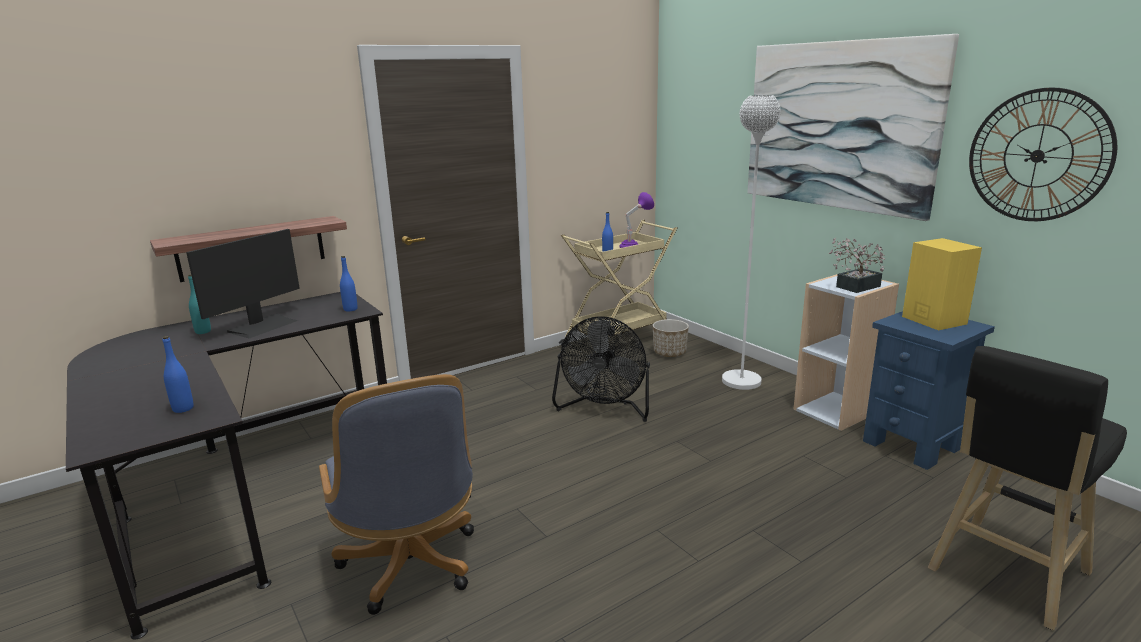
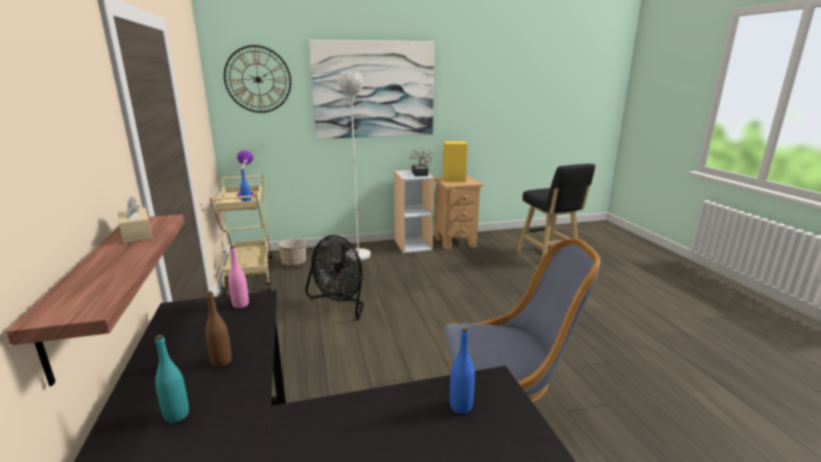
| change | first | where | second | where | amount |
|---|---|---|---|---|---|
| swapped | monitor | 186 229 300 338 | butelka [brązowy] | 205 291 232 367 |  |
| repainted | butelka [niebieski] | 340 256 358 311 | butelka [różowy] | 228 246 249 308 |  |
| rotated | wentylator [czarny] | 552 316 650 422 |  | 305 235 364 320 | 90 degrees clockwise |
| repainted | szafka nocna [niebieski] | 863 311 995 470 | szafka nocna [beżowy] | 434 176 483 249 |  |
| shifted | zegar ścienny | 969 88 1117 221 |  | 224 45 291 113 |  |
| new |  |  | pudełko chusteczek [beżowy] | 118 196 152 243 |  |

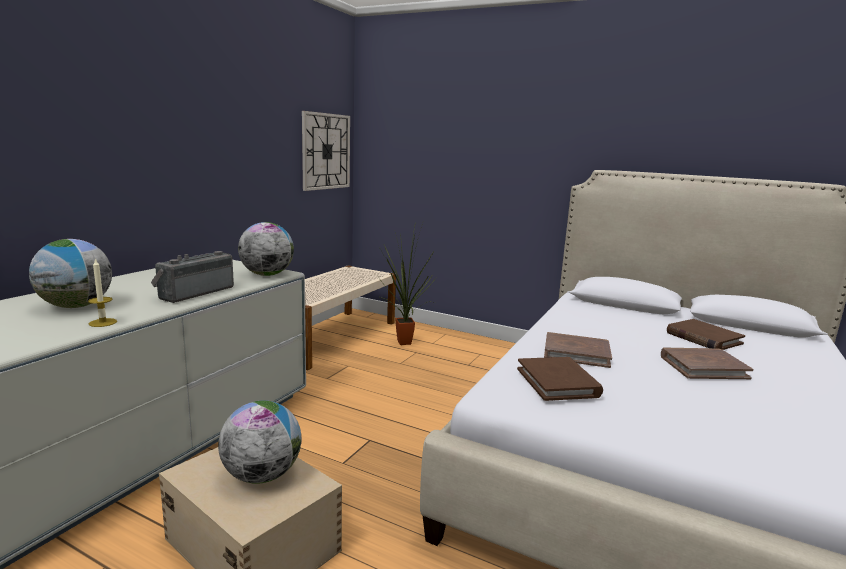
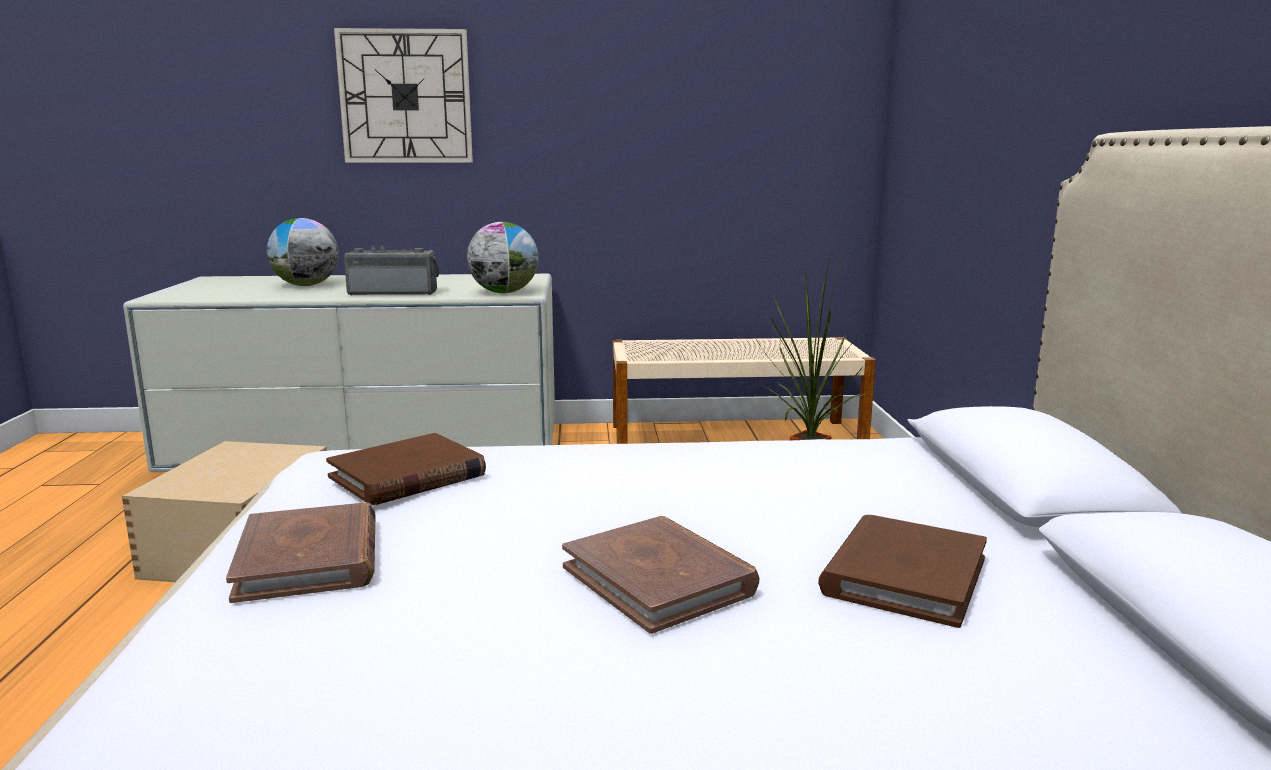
| change | first | where | second | where | amount |
|---|---|---|---|---|---|
| gone | świeca | 88 258 117 327 |  |  |  |
| gone | globus | 218 401 301 484 |  |  |  |
| shifted | zegar ścienny | 302 111 350 191 |  | 334 28 473 163 |  |
| shifted | książka [brązowy] | 544 332 612 368 |  | 226 502 375 603 |  |

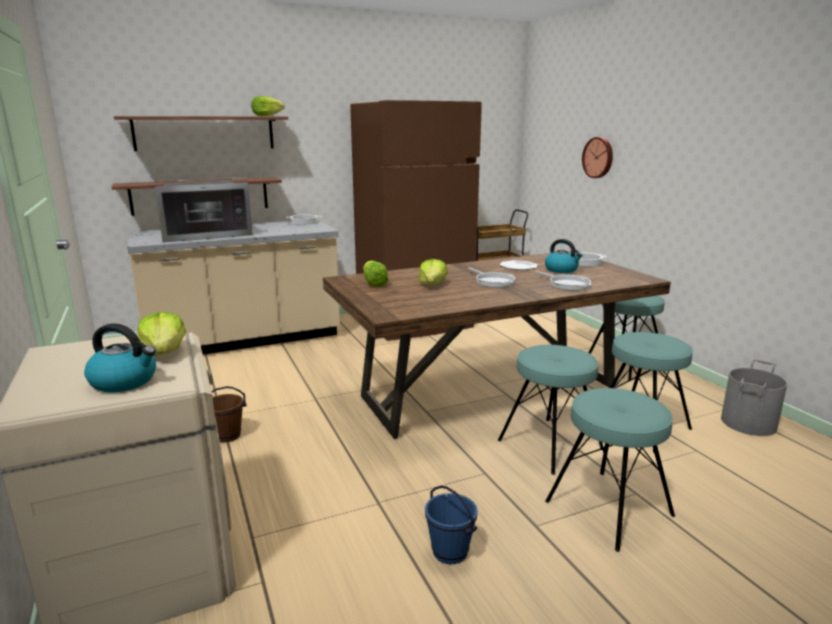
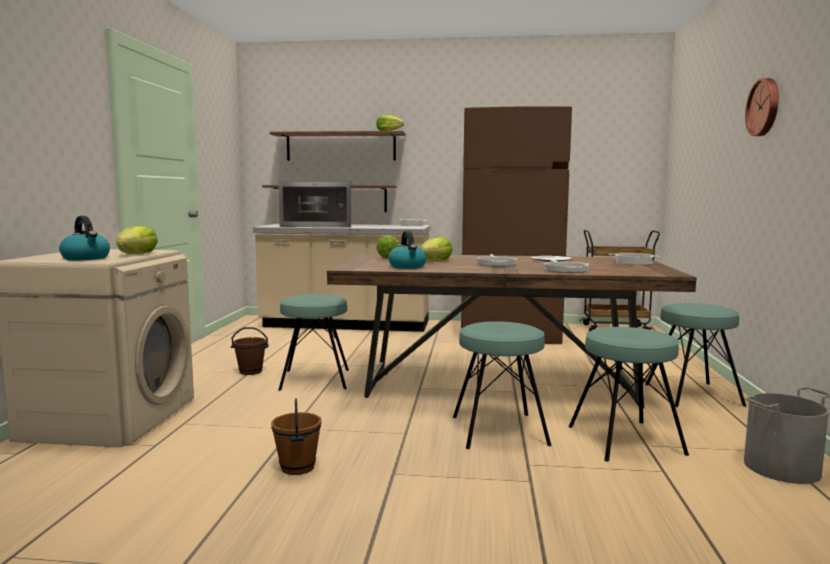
| change | first | where | second | where | amount |
|---|---|---|---|---|---|
| repainted | wiadro [niebieski] | 425 486 478 564 | wiadro [brązowy] | 271 398 321 475 |  |
| shifted | czajnik | 545 239 583 273 |  | 388 231 427 269 |  |
| shifted | stołek [turkusowy] | 545 388 675 552 |  | 278 294 349 391 |  |
| shifted | zegar ścienny | 582 137 613 178 |  | 745 78 779 136 |  |

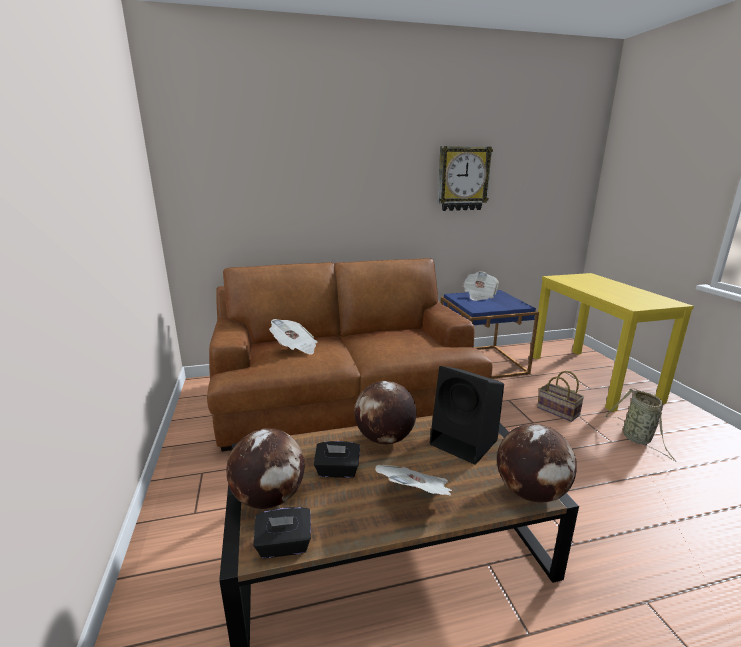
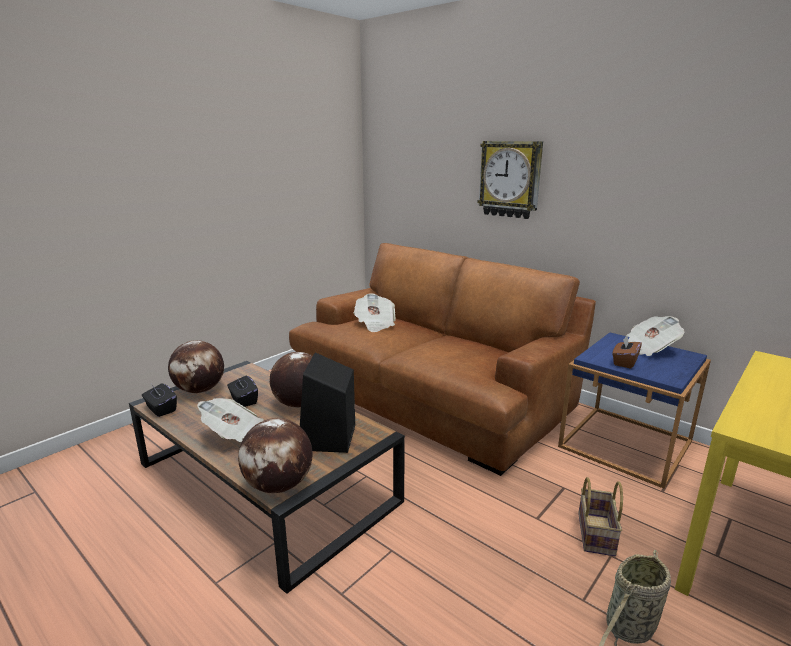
| change | first | where | second | where | amount |
|---|---|---|---|---|---|
| shifted | zegar ścienny | 437 146 493 211 |  | 477 141 543 219 |  |
| new |  |  | pudełko chusteczek [brązowy] | 612 336 642 369 |  |

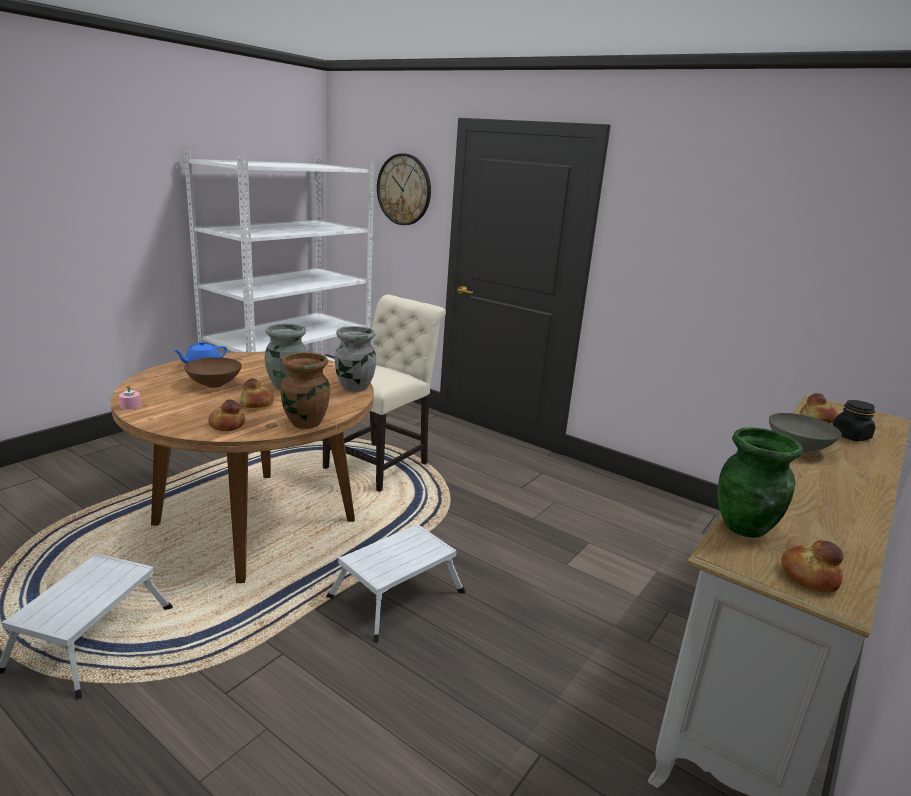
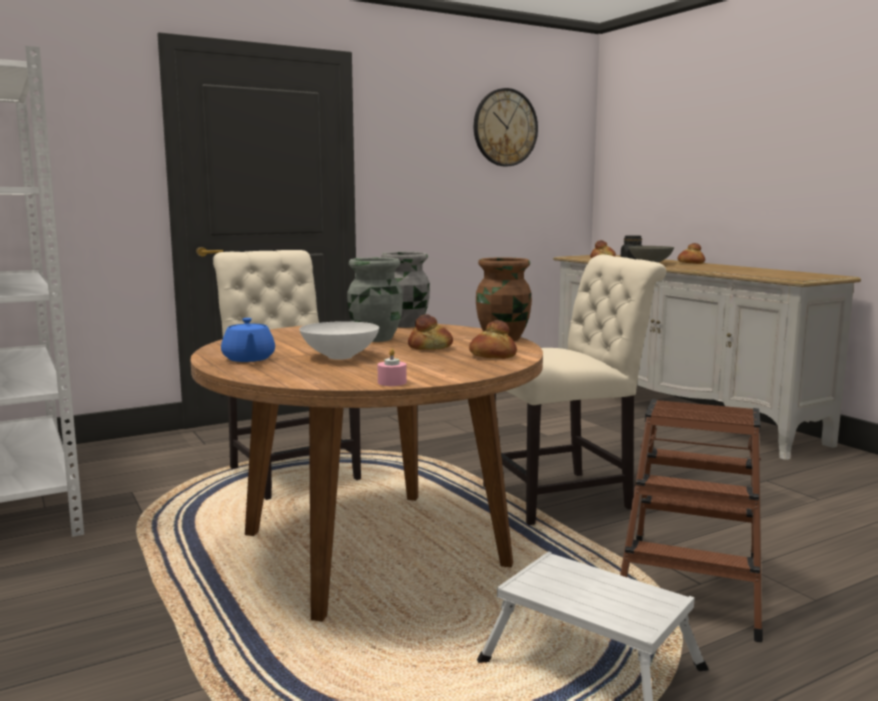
| change | first | where | second | where | amount |
|---|---|---|---|---|---|
| repainted | miska [brązowy] | 184 357 242 388 | miska [biały] | 299 321 379 360 |  |
| swapped | drabinka [biały] | 326 524 465 643 | krzesło [beżowy] | 483 255 666 525 |  |
| shifted | zegar ścienny | 377 153 431 225 |  | 474 88 538 167 |  |
| gone | wazon [zielony] | 718 427 803 538 |  |  |  |
| shifted | chleb | 781 540 844 593 |  | 677 243 705 264 |  |
| new |  |  | drabinka [brązowy] | 620 399 763 642 |  |

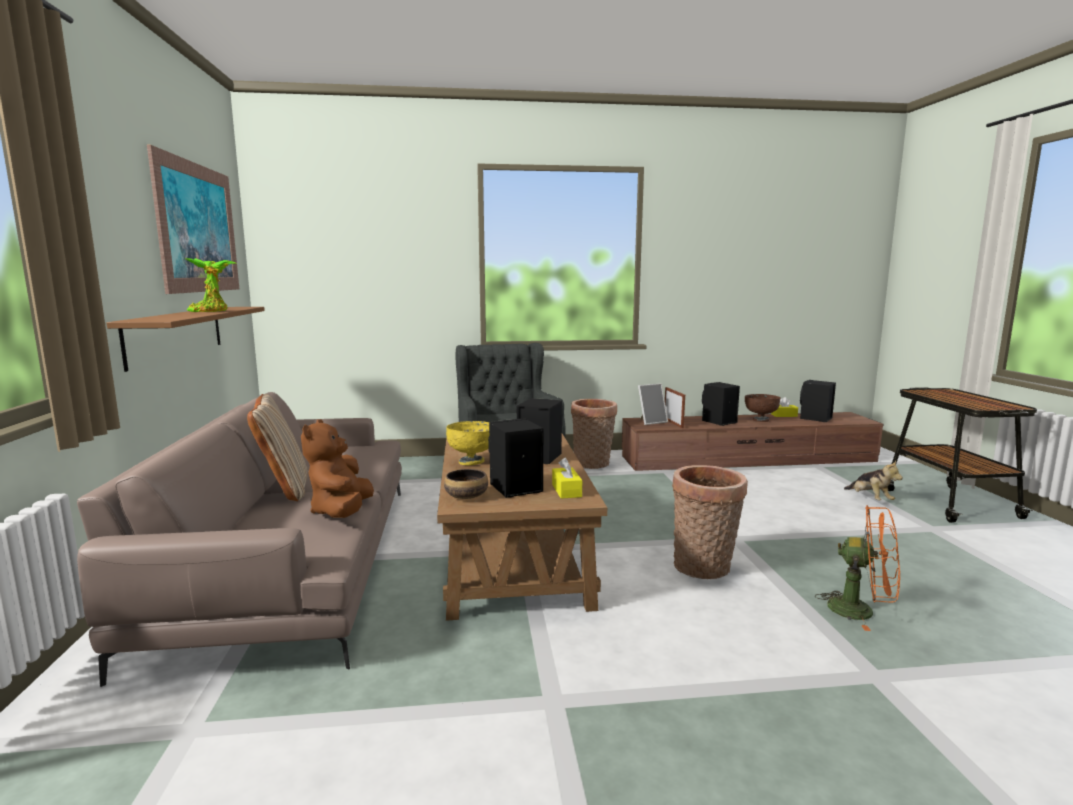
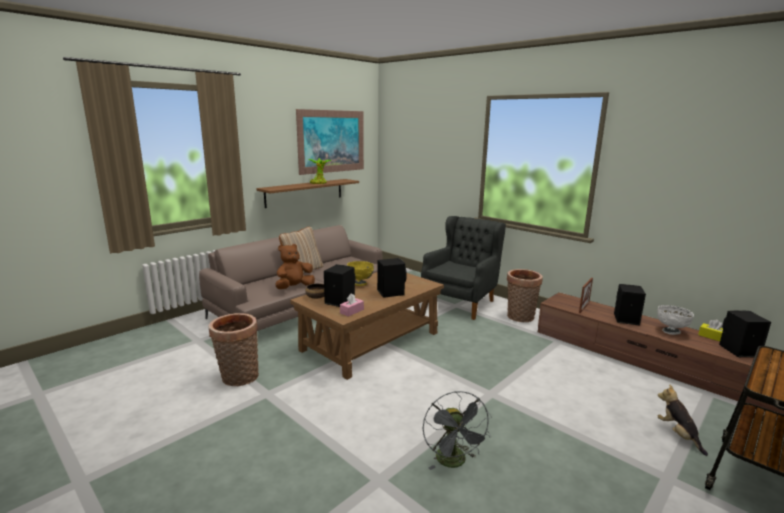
| change | first | where | second | where | amount |
|---|---|---|---|---|---|
| repainted | pudełko chusteczek [żółty] | 552 458 582 499 | pudełko chusteczek [różowy] | 340 293 364 317 |  |
| gone | ramka na zdjęcie | 638 383 668 425 |  |  |  |
| shifted | koszyk | 672 465 748 579 |  | 209 313 259 386 |  |
| repainted | miska [brązowy] | 745 394 781 422 | miska [biały] | 657 305 694 335 |  |
| repainted | wentylator [pomarańczowy] | 815 505 900 631 | wentylator [szary] | 423 391 492 470 |  |
| rotated | pluszak | 844 460 903 501 |  | 658 384 708 456 | 135 degrees clockwise |

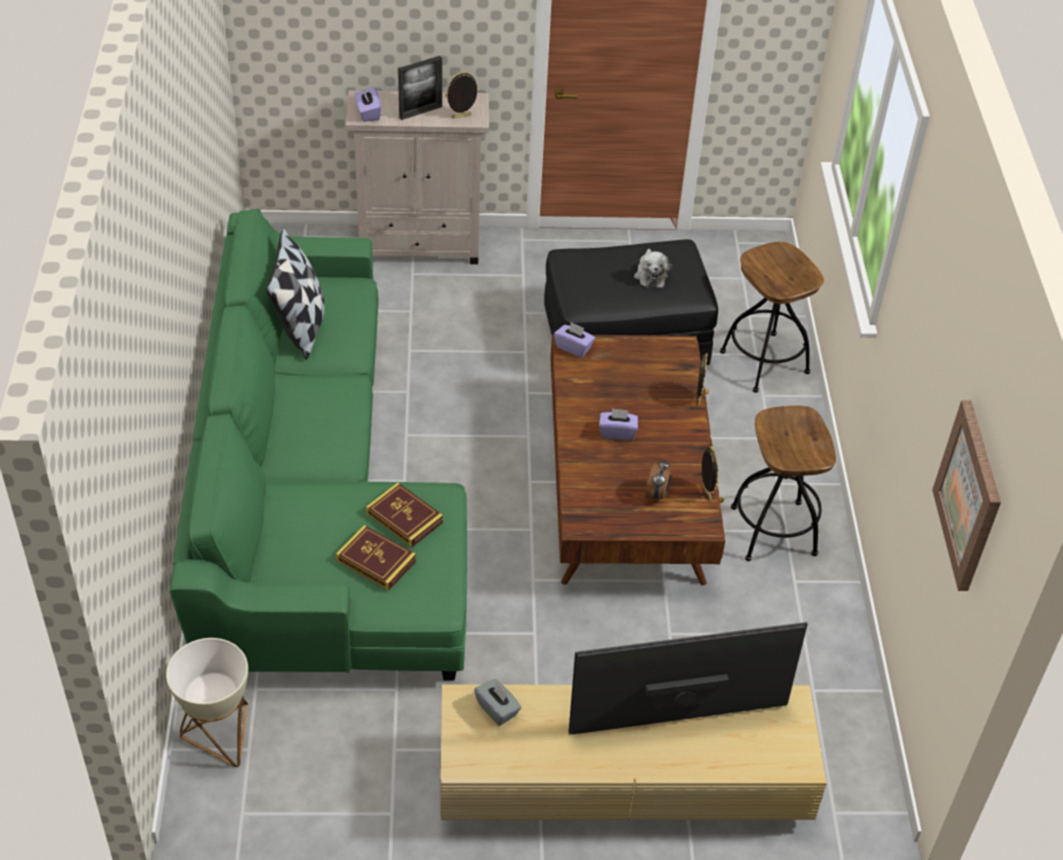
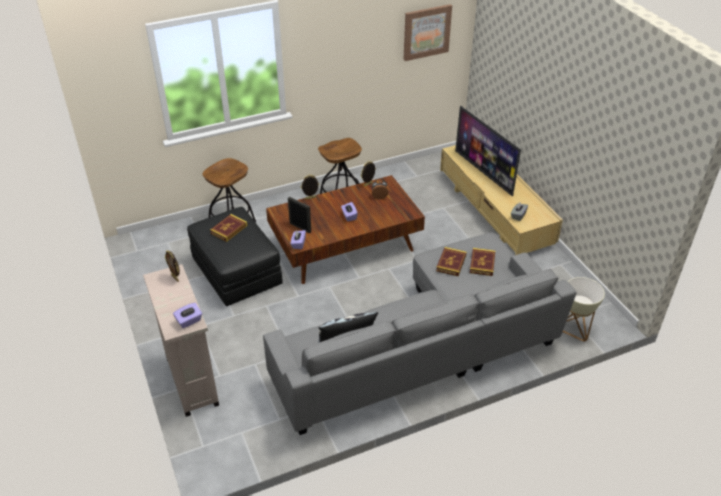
| change | first | where | second | where | amount |
|---|---|---|---|---|---|
| repainted | kanapa [zielony] | 170 209 467 681 | kanapa [szary] | 263 232 576 435 |  |
| shifted | ramka na zdjęcie | 398 56 442 120 |  | 288 197 311 233 |  |
| swapped | pluszak | 634 249 672 288 | książka | 210 214 248 242 |  |

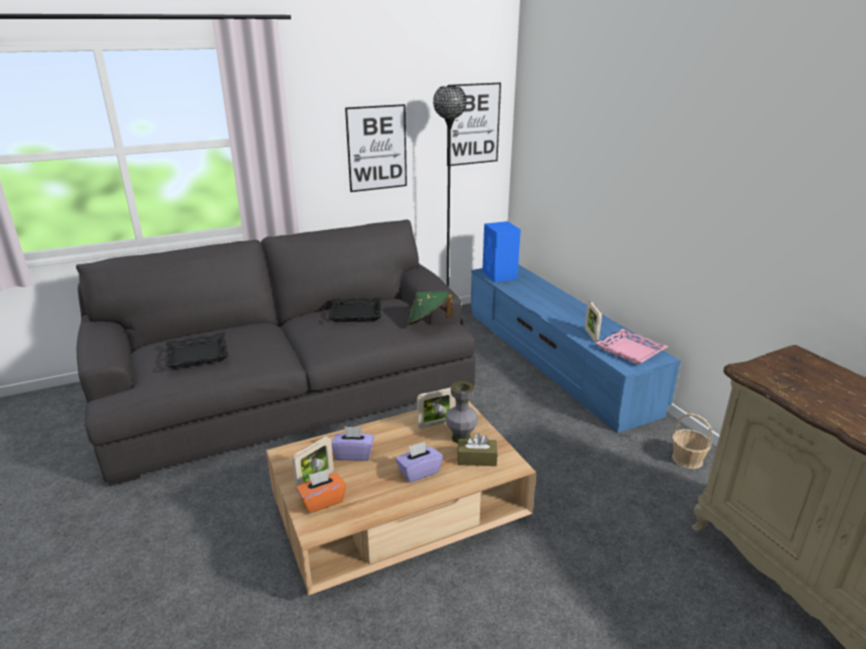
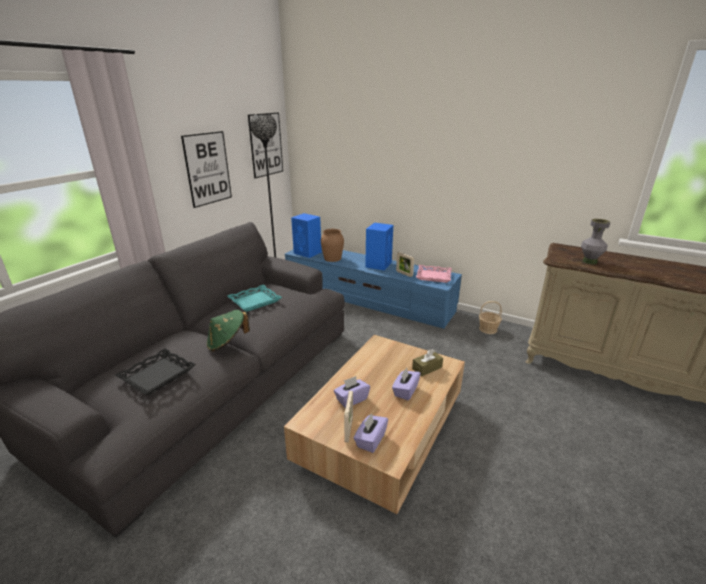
| change | first | where | second | where | amount |
|---|---|---|---|---|---|
| repainted | pudełko chusteczek [pomarańczowy] | 296 469 346 513 | pudełko chusteczek [fioletowy] | 354 413 388 453 |  |
| repainted | taca [czarny] | 329 297 381 322 | taca [turkusowy] | 227 285 282 312 |  |
| shifted | kapelusz [zielony] | 408 291 453 325 |  | 207 310 250 351 |  |
| gone | ramka na zdjęcie | 417 387 455 429 |  |  |  |
| shifted | wazon [szary] | 445 381 478 443 |  | 581 219 611 264 |  |
| new |  |  | wazon [brązowy] | 321 229 344 262 |  |
| new |  |  | głośnik [niebieski] | 365 223 393 270 |  |

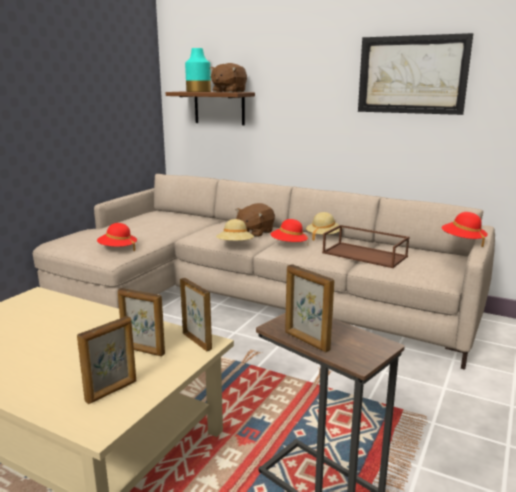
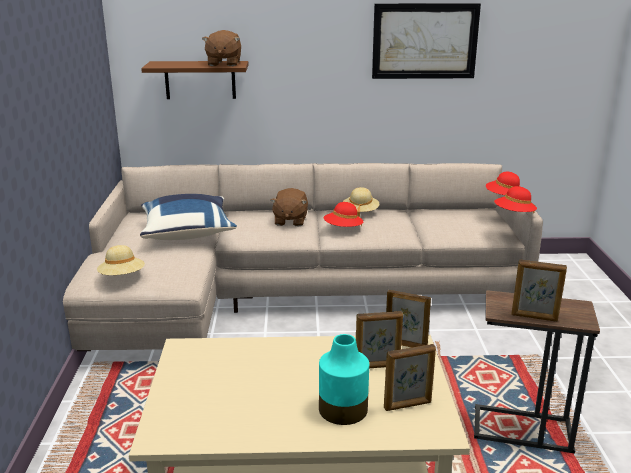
| change | first | where | second | where | amount |
|---|---|---|---|---|---|
| rotated | ramka na zdjęcie | 77 316 136 404 |  | 384 344 436 411 | 60 degrees clockwise |
| shifted | kapelusz [czerwony] | 97 223 137 251 |  | 494 186 537 213 |  |
| shifted | wazon [turkusowy] | 185 48 211 92 |  | 319 334 369 425 |  |
| shifted | kapelusz [beżowy] | 216 219 254 241 |  | 97 245 145 275 |  |
| gone | taca [brązowy] | 322 225 410 268 |  |  |  |
| new |  |  | poduszka [niebieski] | 140 194 237 240 |  |

